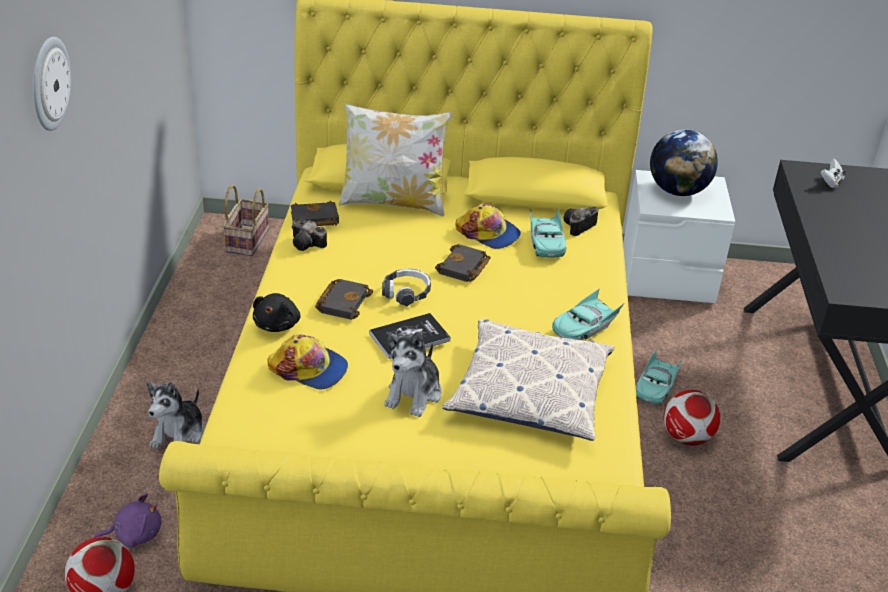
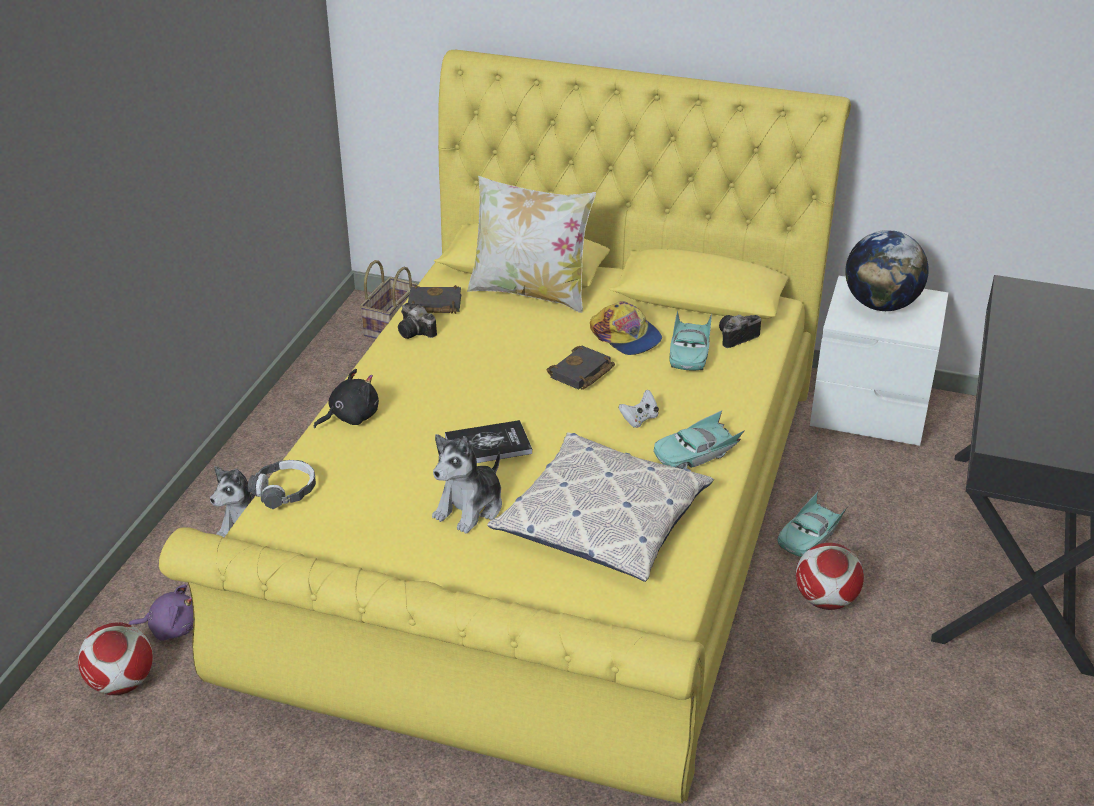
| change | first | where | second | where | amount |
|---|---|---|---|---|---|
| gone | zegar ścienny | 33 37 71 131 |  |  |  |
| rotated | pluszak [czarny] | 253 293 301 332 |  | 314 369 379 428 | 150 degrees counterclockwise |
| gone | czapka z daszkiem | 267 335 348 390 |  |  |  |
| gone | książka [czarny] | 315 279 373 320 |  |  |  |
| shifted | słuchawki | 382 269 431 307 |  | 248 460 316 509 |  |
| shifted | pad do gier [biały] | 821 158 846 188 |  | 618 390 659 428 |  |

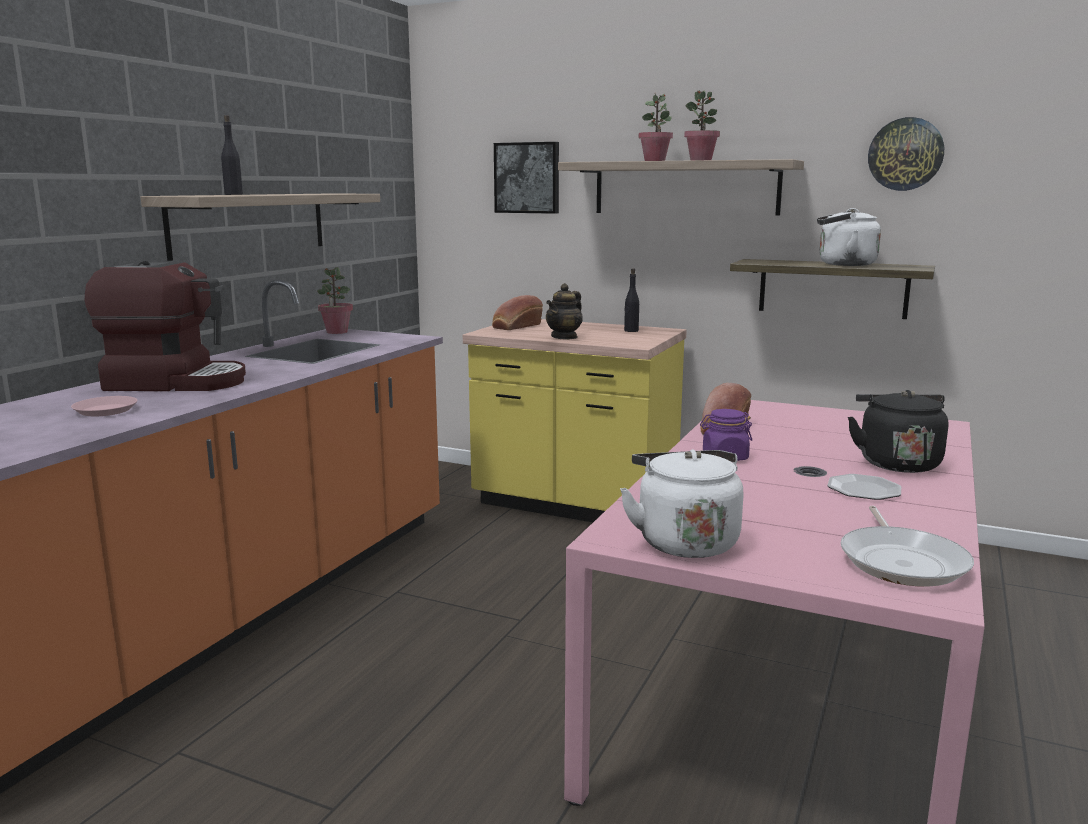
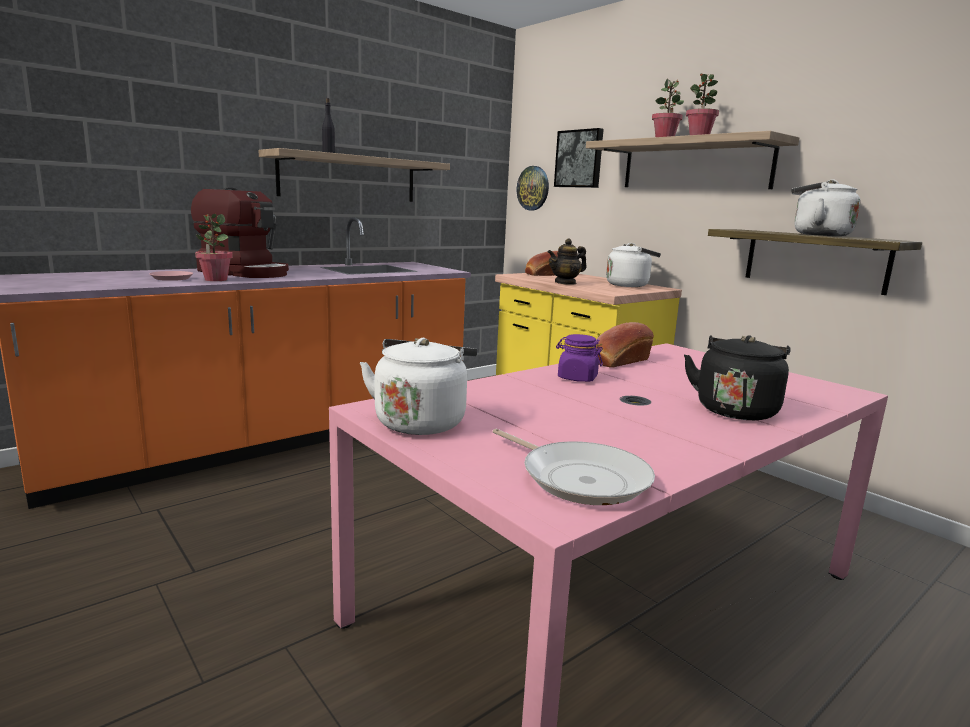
| change | first | where | second | where | amount |
|---|---|---|---|---|---|
| shifted | roślina doniczkowa | 317 267 353 334 |  | 195 214 233 281 |  |
| swapped | butelka [czarny] | 624 269 639 332 | czajnik [biały] | 606 243 661 287 |  |
| gone | talerz | 827 474 901 500 |  |  |  |
| rotated | patelnia | 841 506 974 587 |  | 492 429 655 505 | 75 degrees counterclockwise |
| shifted | zegar ścienny | 868 117 944 191 |  | 517 166 549 211 |  |

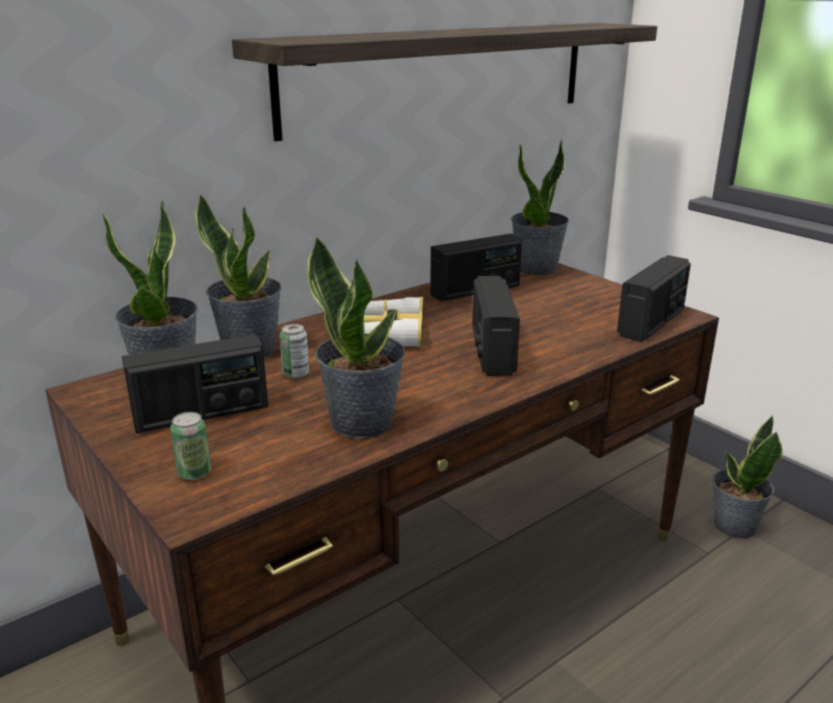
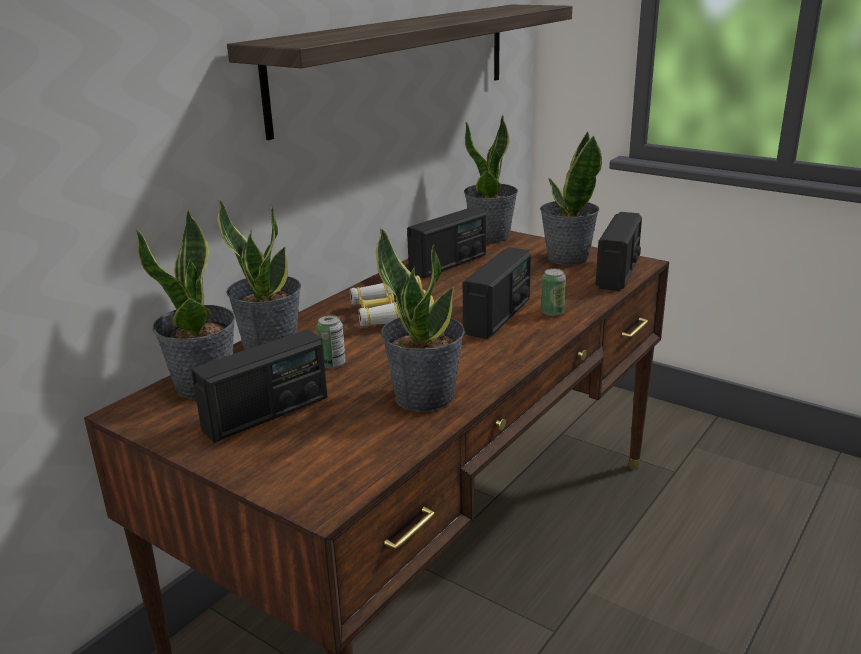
| change | first | where | second | where | amount |
|---|---|---|---|---|---|
| shifted | puszka | 170 412 211 480 |  | 541 268 566 316 |  |
| rotated | radio | 472 276 520 376 |  | 463 247 531 339 | 135 degrees counterclockwise |
| shifted | roślina doniczkowa | 713 415 783 539 |  | 540 131 602 266 |  |

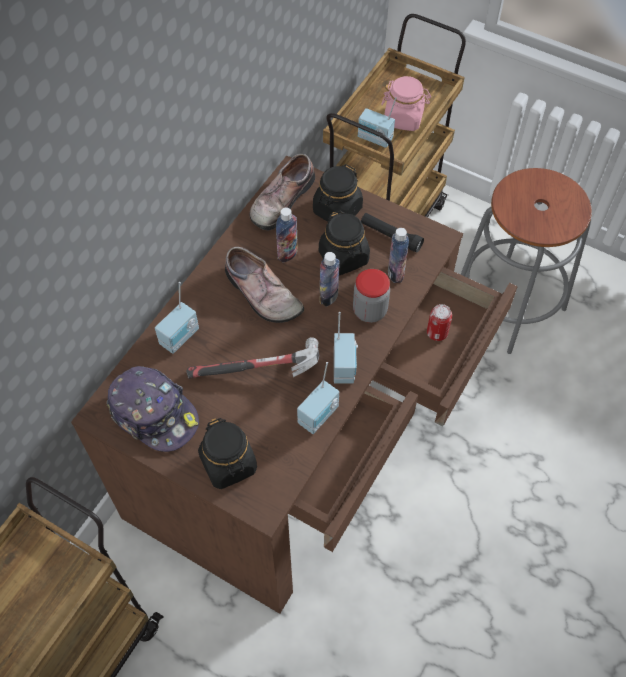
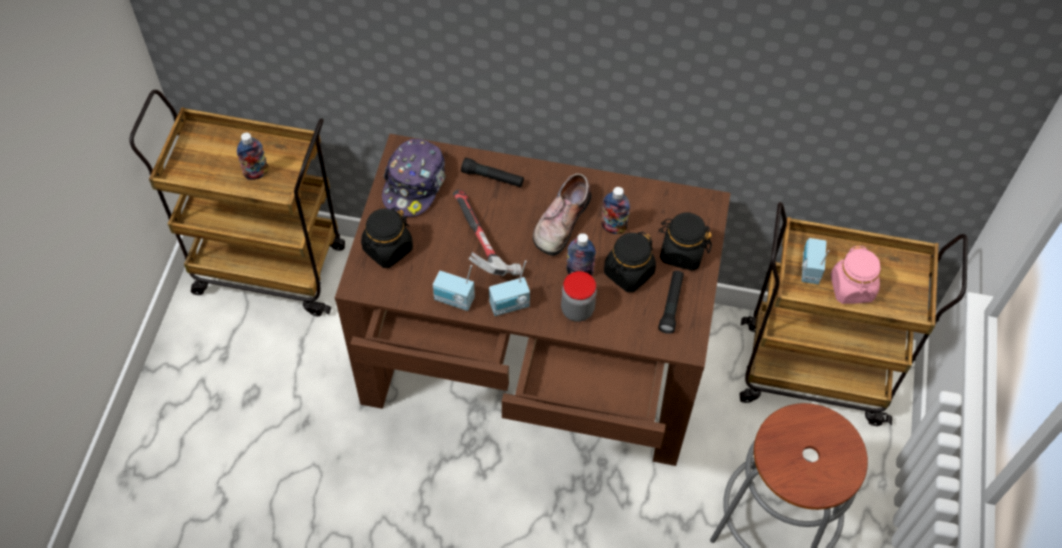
| change | first | where | second | where | amount |
|---|---|---|---|---|---|
| swapped | radio | 155 282 199 354 | latarka [czarny] | 461 158 524 187 |  |
| gone | but | 250 154 315 230 |  |  |  |
| shifted | butelka | 388 228 409 283 |  | 237 132 268 180 |  |
| gone | puszka | 427 304 452 341 |  |  |  |

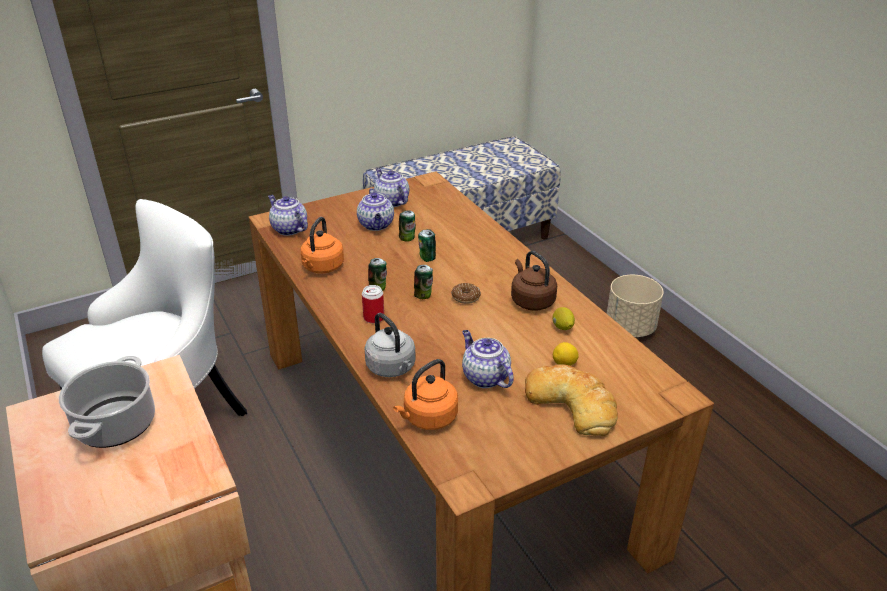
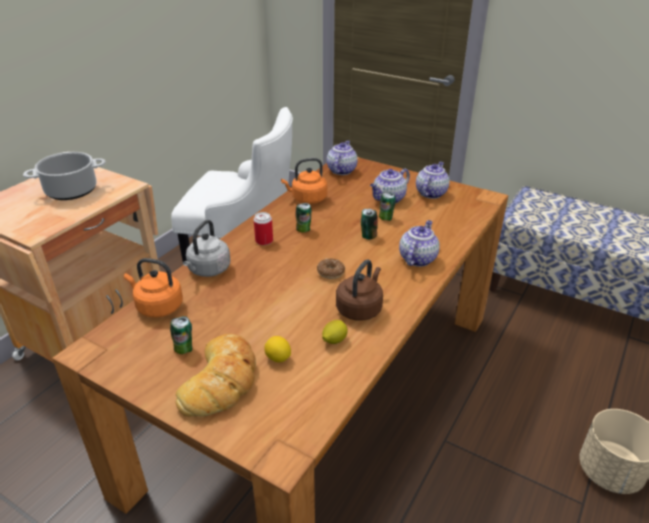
| change | first | where | second | where | amount |
|---|---|---|---|---|---|
| shifted | puszka | 414 265 433 299 |  | 170 316 192 354 |  |
| shifted | imbryk | 462 330 514 388 |  | 399 220 440 267 |  |

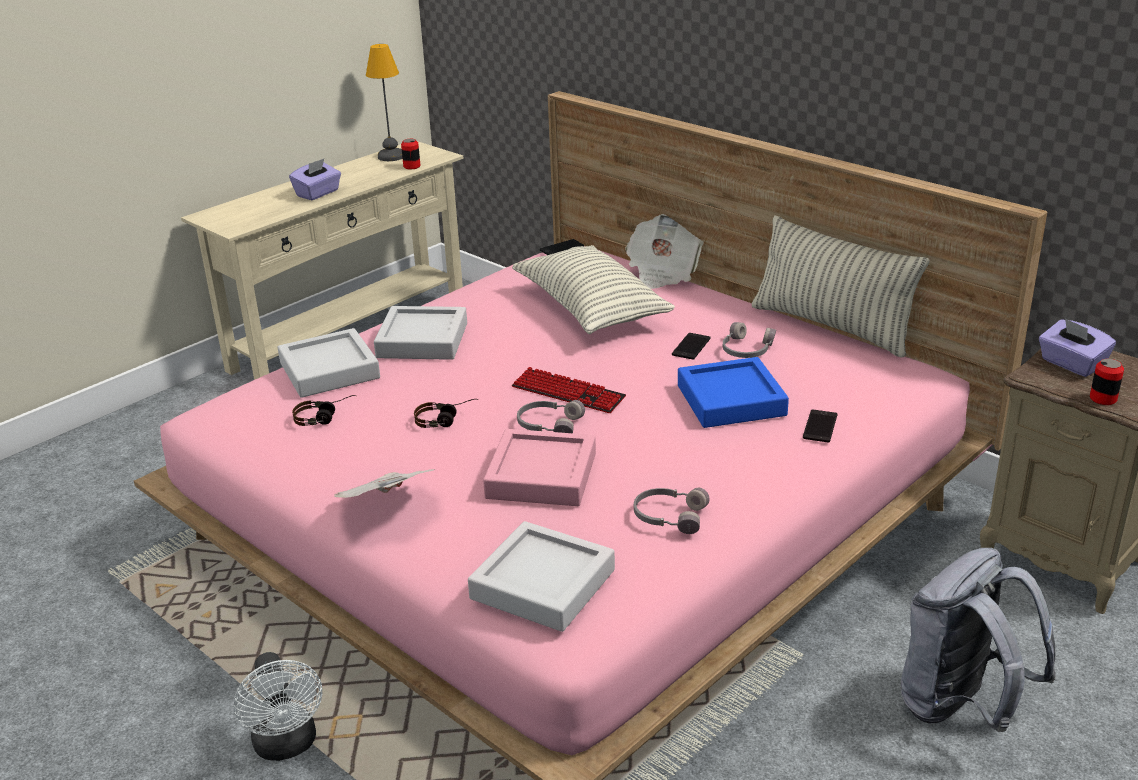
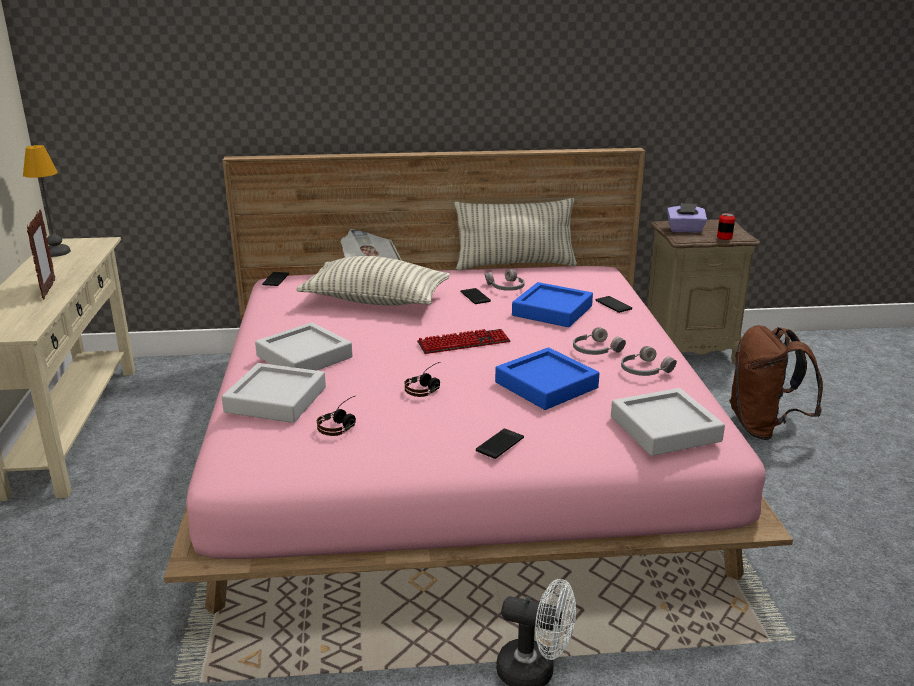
| change | first | where | second | where | amount |
|---|---|---|---|---|---|
| swapped | pudełko chusteczek [fioletowy] | 289 159 341 200 | ramka na zdjęcie | 27 209 55 299 |  |
| swapped | gazeta | 334 469 435 498 | telefon | 476 429 524 459 |  |
| gone | puszka | 401 139 420 169 |  |  |  |
| repainted | taca [różowy] | 483 429 596 506 | taca [niebieski] | 495 347 599 410 |  |
| shifted | słuchawki [szary] | 517 400 585 433 |  | 573 327 626 355 |  |
| repainted | plecak [szary] | 901 548 1055 732 | plecak [brązowy] | 729 325 823 440 |  |

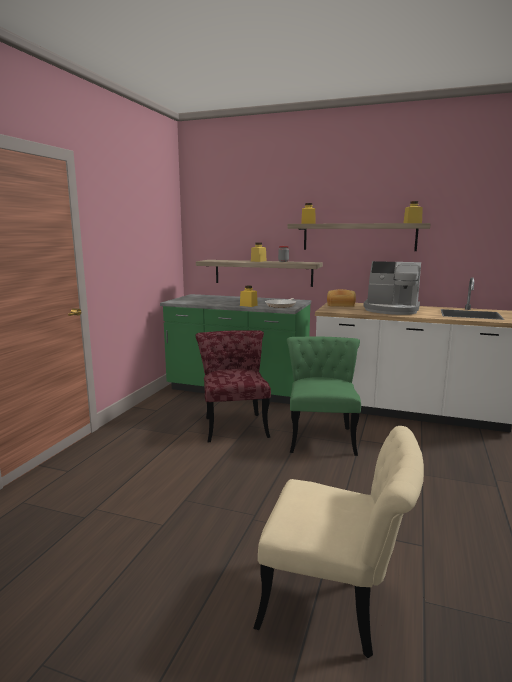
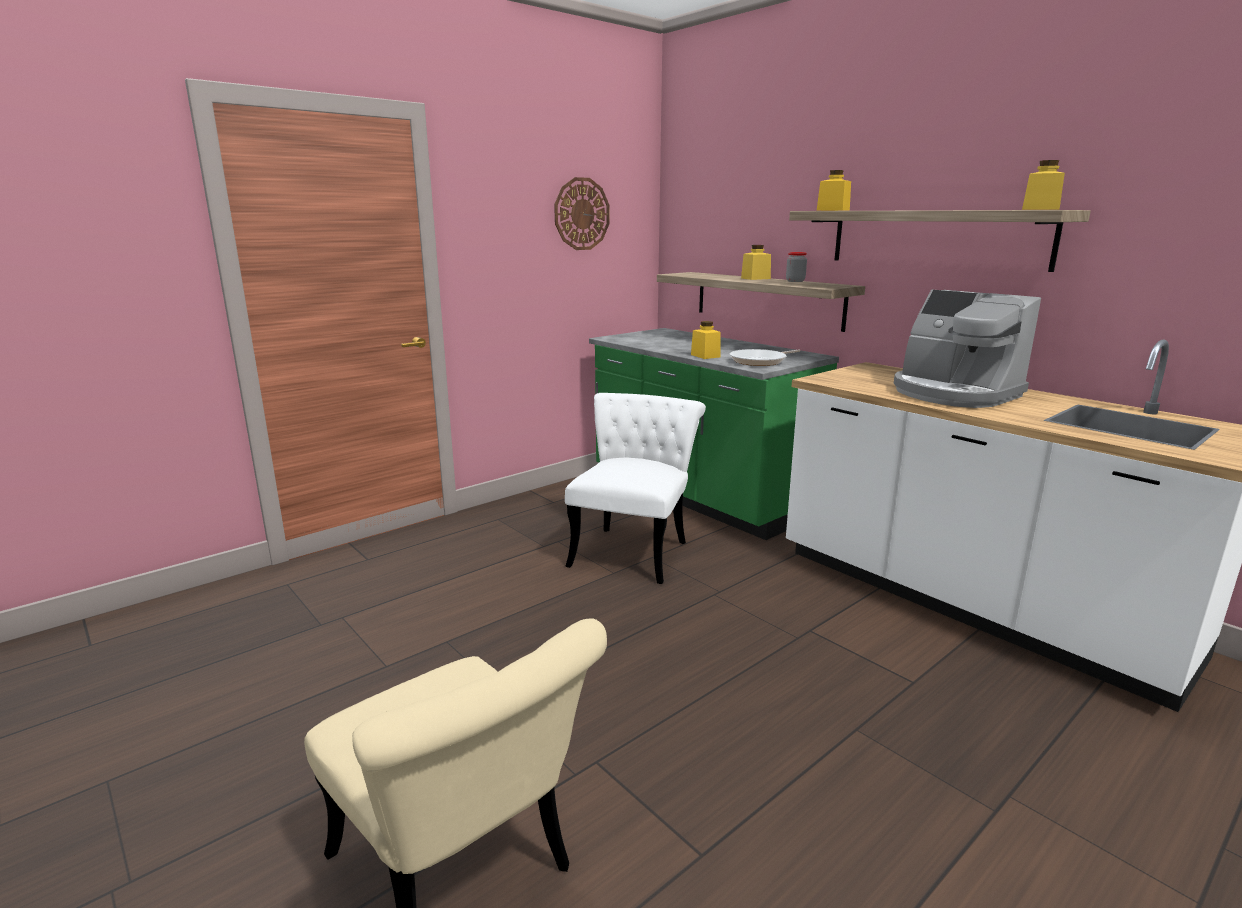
| change | first | where | second | where | amount |
|---|---|---|---|---|---|
| repainted | krzesło [czerwony] | 196 330 271 442 | krzesło [biały] | 565 393 706 584 |  |
| gone | krzesło [zielony] | 287 336 361 456 |  |  |  |
| gone | chleb | 327 289 356 307 |  |  |  |
| new |  |  | zegar ścienny | 554 177 610 250 |  |

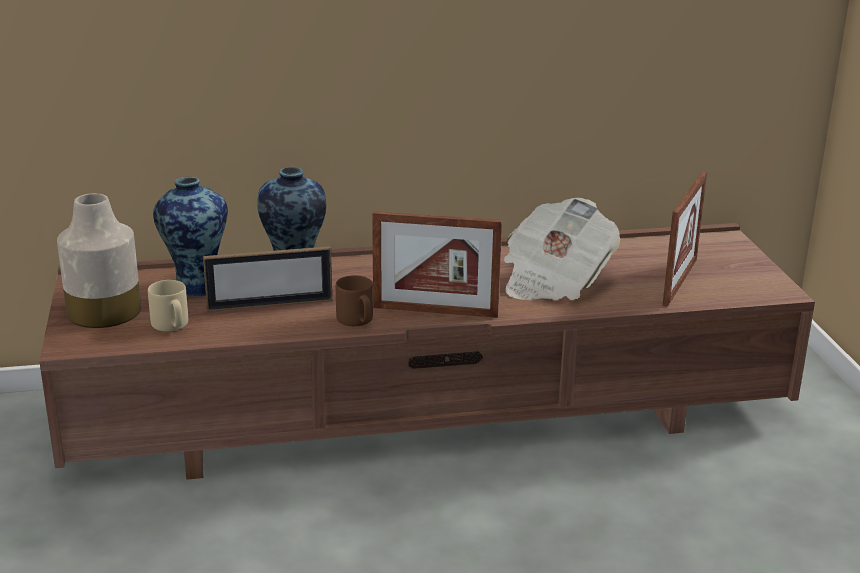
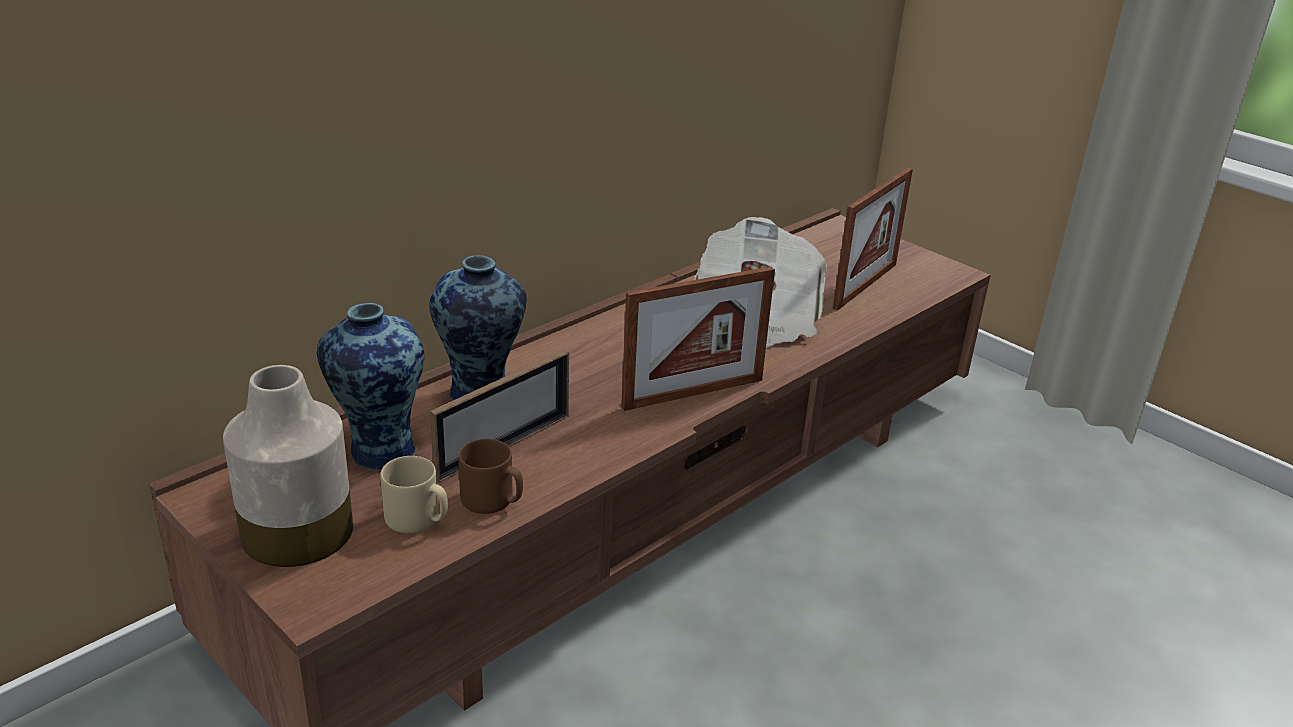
| change | first | where | second | where | amount |
|---|---|---|---|---|---|
| shifted | kubek [brązowy] | 336 275 373 326 |  | 458 439 523 514 |  |
| rotated | ramka na zdjęcie | 662 172 707 307 |  | 833 167 913 310 | 45 degrees clockwise |

